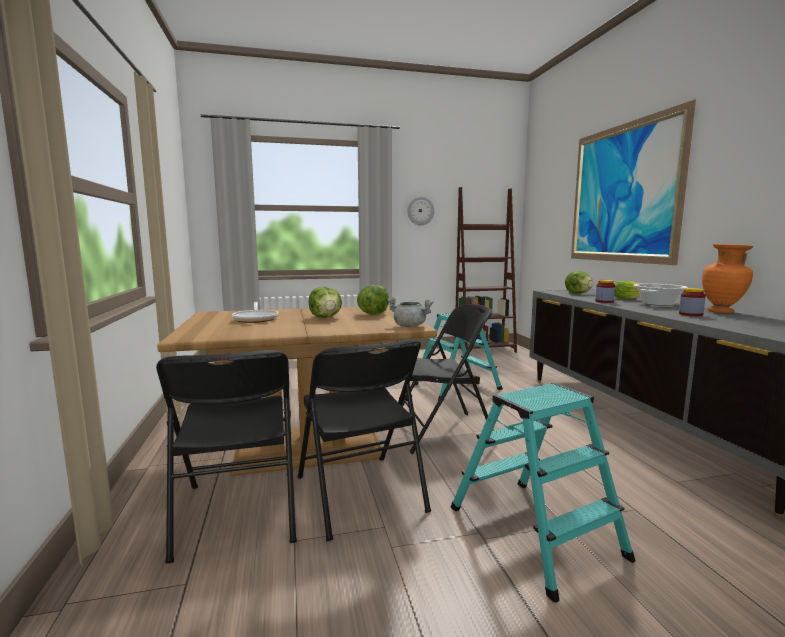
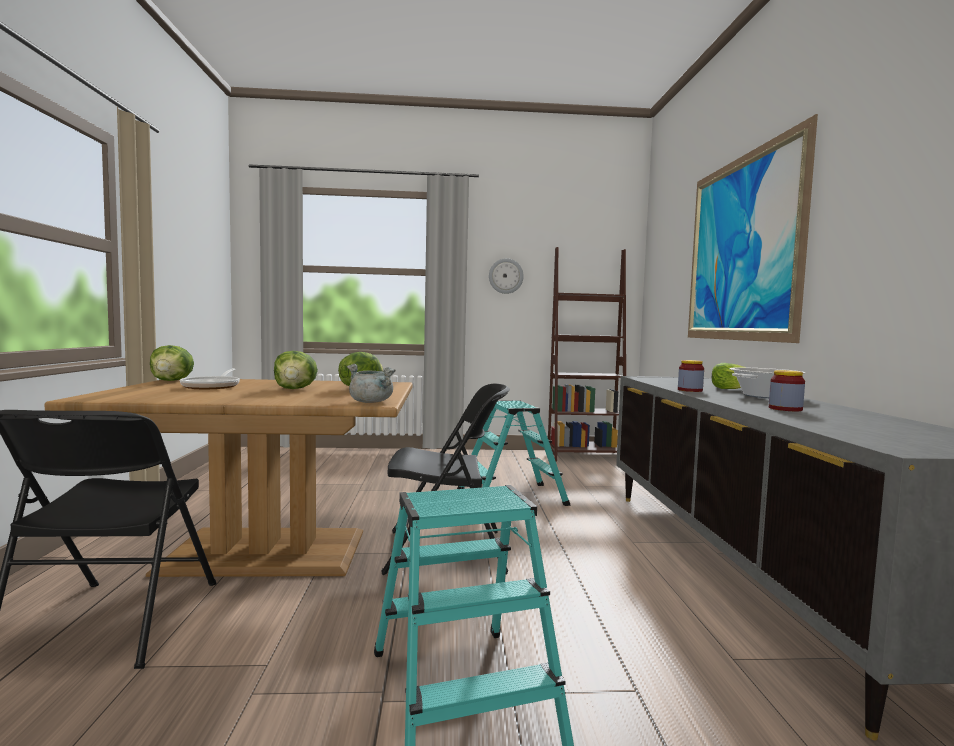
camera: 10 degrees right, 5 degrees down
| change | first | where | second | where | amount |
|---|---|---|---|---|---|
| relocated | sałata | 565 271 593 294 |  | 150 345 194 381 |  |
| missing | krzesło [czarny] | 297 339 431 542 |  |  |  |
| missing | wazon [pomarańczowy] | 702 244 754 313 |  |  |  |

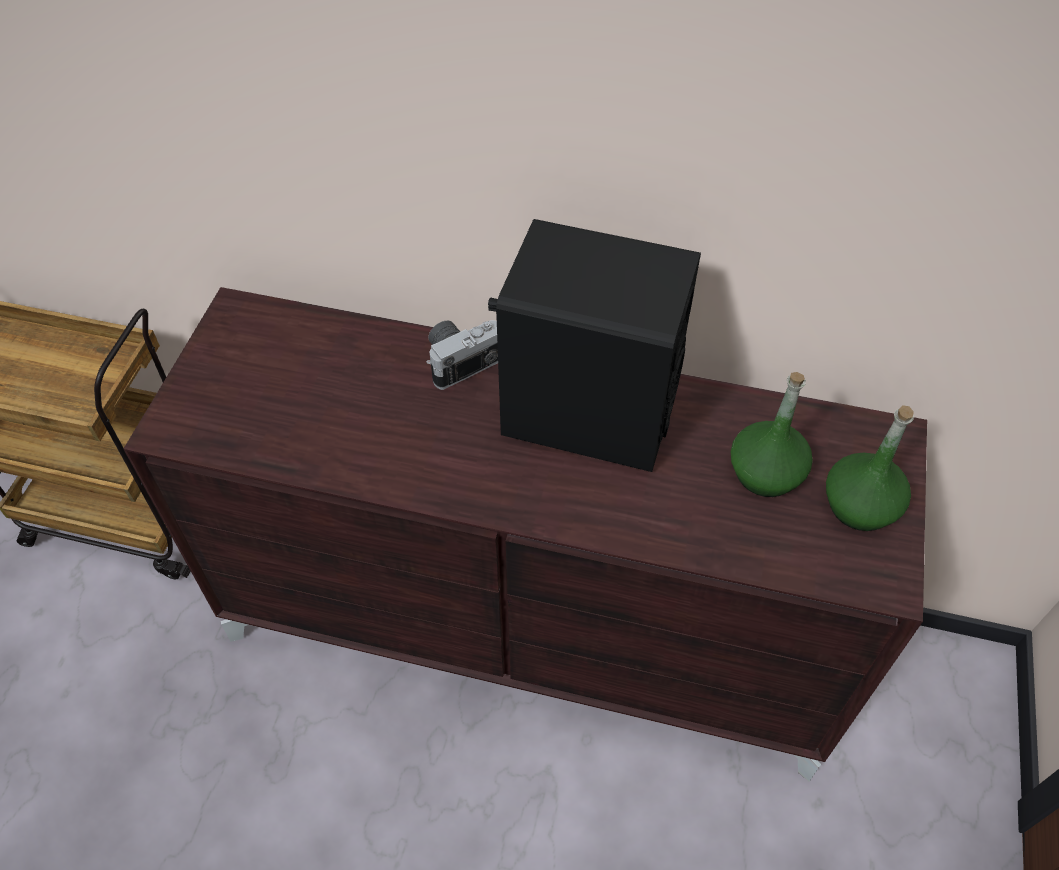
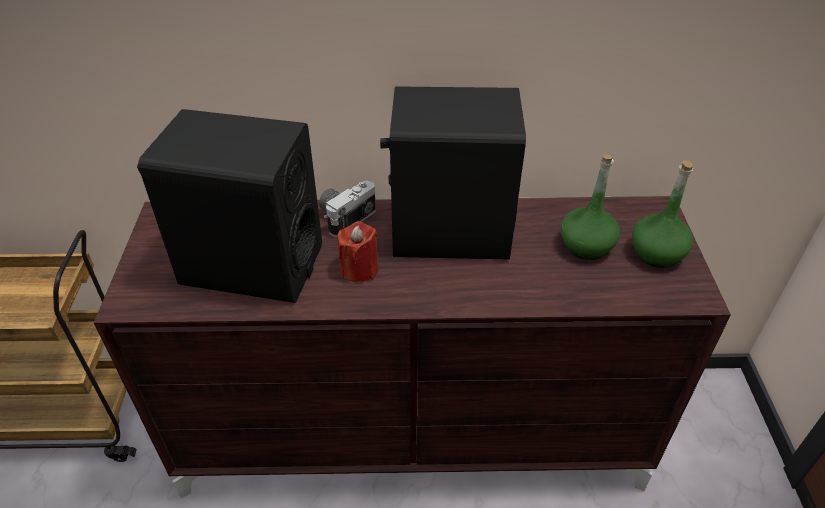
camera: 15 degrees left, 10 degrees down
| change | first | where | second | where | amount |
|---|---|---|---|---|---|
| appeared |  |  | głośnik [czarny] | 137 109 322 303 |  |
| appeared |  |  | świeca [czerwony] | 338 221 379 282 |  |

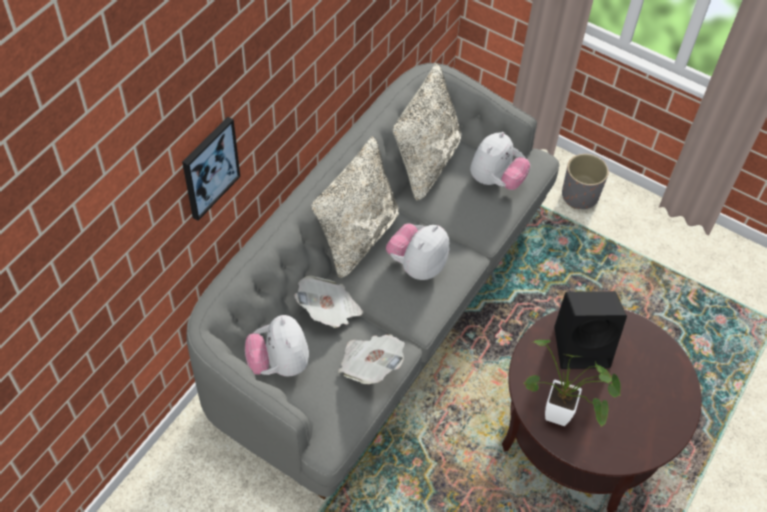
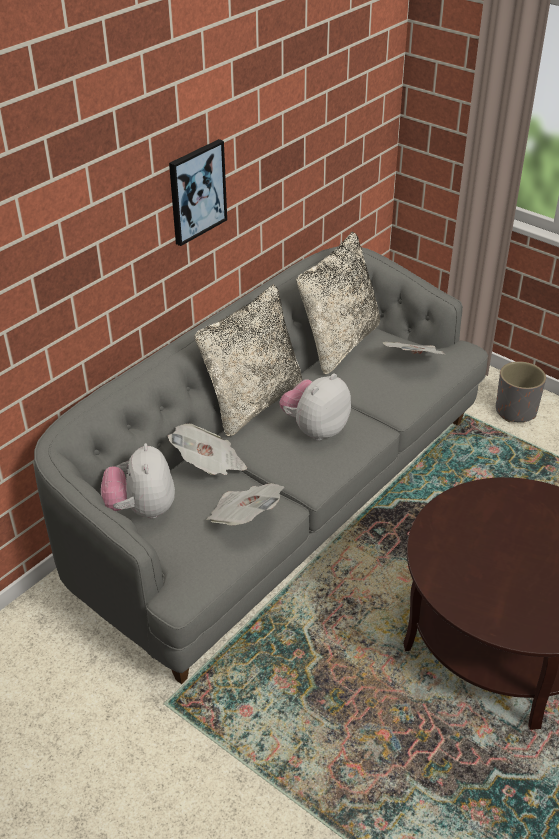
camera: 10 degrees right, 15 degrees down
| change | first | where | second | where | amount |
|---|---|---|---|---|---|
| relocated | obraz | 182 117 240 221 |  | 169 139 227 246 |  |
| exchanged | pluszak | 470 132 530 190 | gazeta | 383 342 444 354 |  |
| missing | roślina doniczkowa | 524 340 621 427 |  |  |  |
| missing | głośnik [czarny] | 554 291 627 369 |  |  |  |

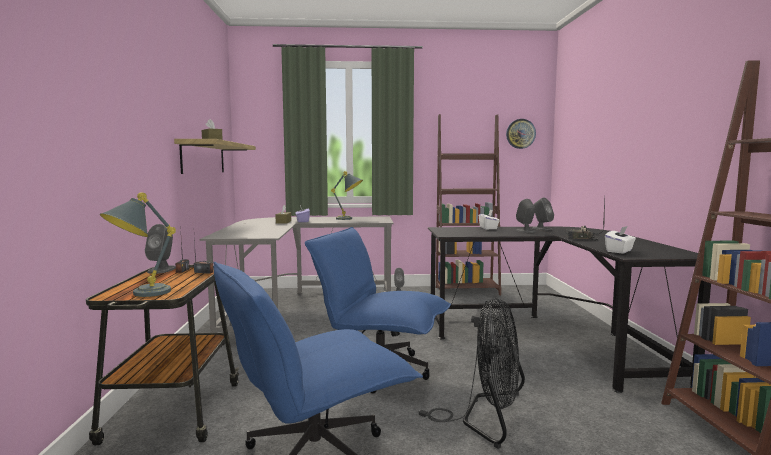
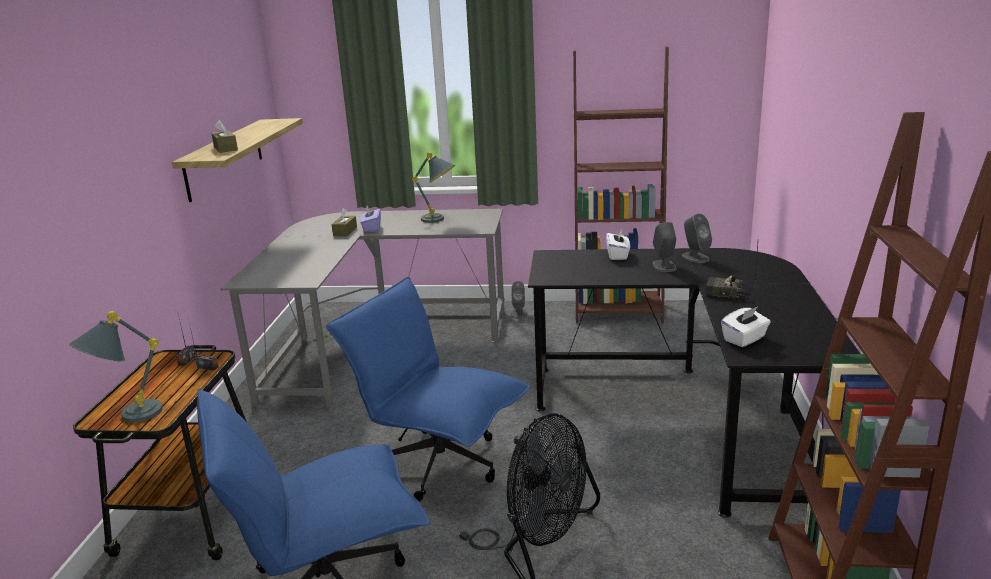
camera: 10 degrees right, 15 degrees up
| change | first | where | second | where | amount |
|---|---|---|---|---|---|
| missing | głośnik [szary] | 145 224 176 274 |  |  |  |
| missing | zegar ścienny | 506 119 536 149 |  |  |  |

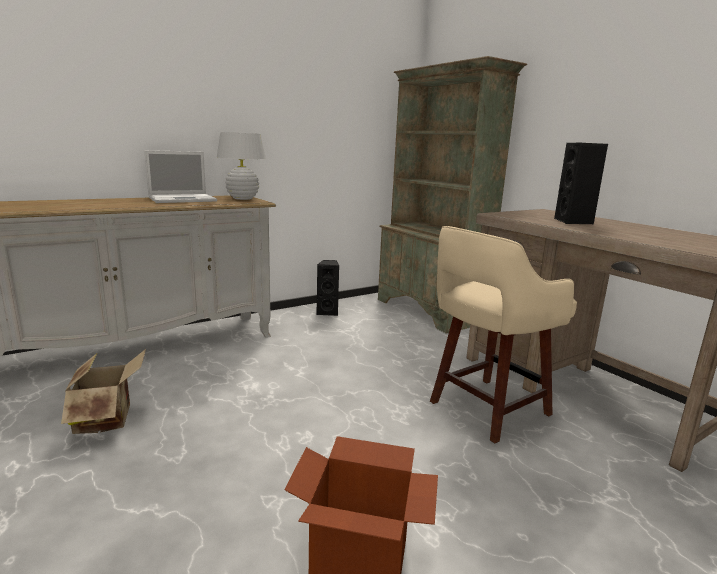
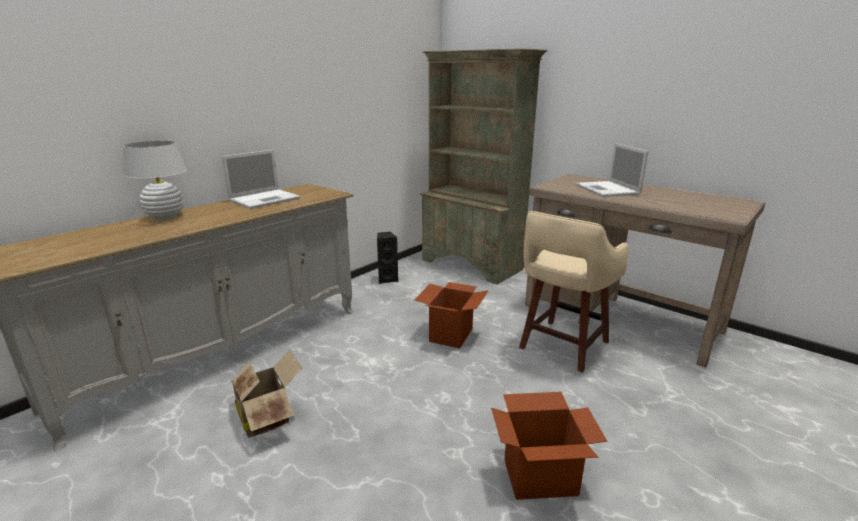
camera: 15 degrees left, 5 degrees up
| change | first | where | second | where | amount |
|---|---|---|---|---|---|
| relocated | lampa stołowa [biały] | 217 132 266 200 |  | 123 141 187 220 |  |
| appeared |  |  | karton | 414 282 488 348 |  |
| exchanged | głośnik [czarny] | 554 143 608 224 | laptop | 576 143 649 197 |  |

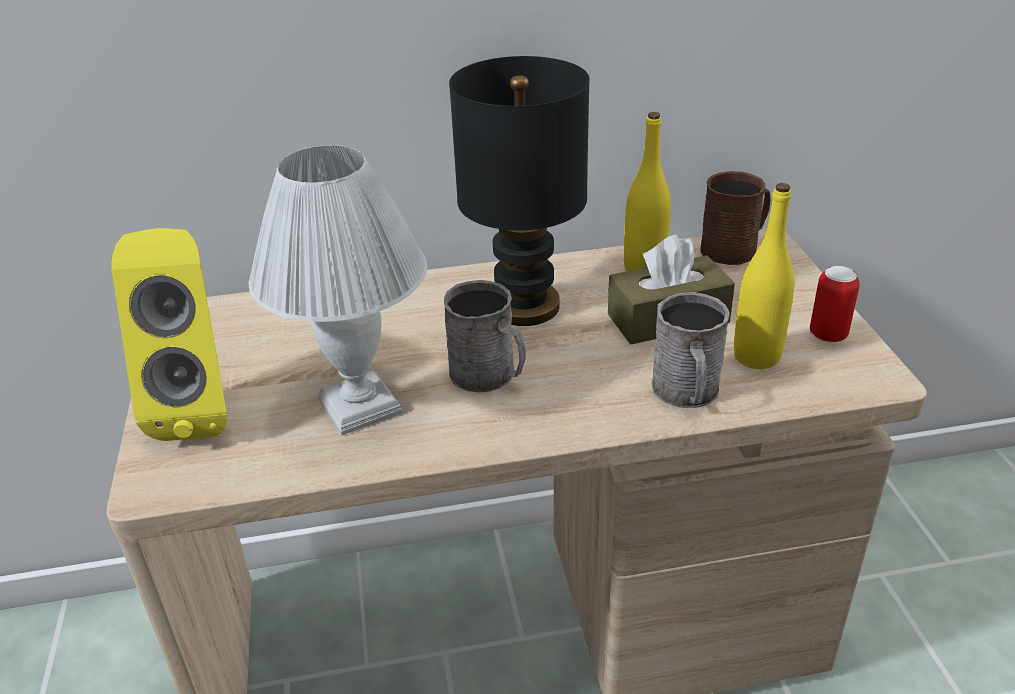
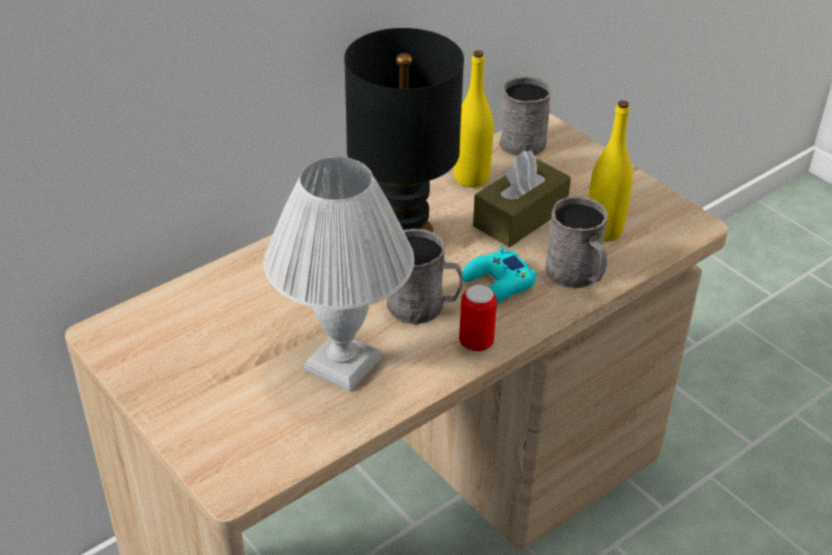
camera: 30 degrees left, 5 degrees up
| change | first | where | second | where | amount |
|---|---|---|---|---|---|
| relocated | puszka | 810 266 860 342 |  | 459 285 497 352 |  |
| appeared |  |  | pad do gier [turkusowy] | 462 247 536 303 |  |
| colour | kubek [brązowy] | 700 171 770 265 | kubek [szary] | 499 76 552 157 |  |
| missing | głośnik [żółty] | 112 228 227 441 |  |  |  |

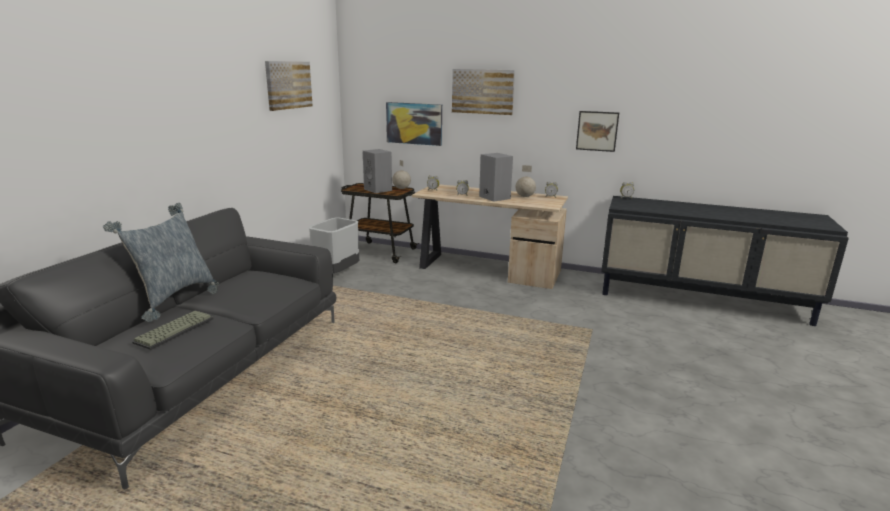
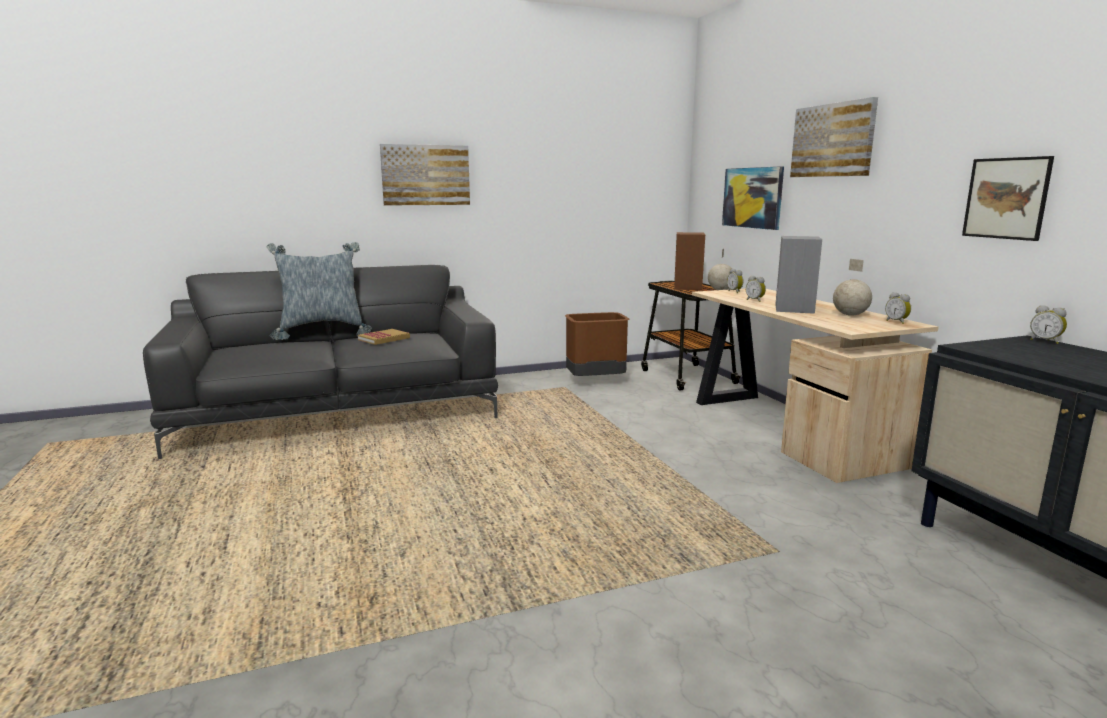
camera: 50 degrees right, 5 degrees down
| change | first | where | second | where | amount |
|---|---|---|---|---|---|
| appeared |  |  | książka | 358 329 410 345 |  |
| relocated | obraz | 265 61 313 111 |  | 380 144 470 206 |  |
| colour | kosz na śmieci [szary] | 308 217 359 273 | kosz na śmieci [brązowy] | 565 312 629 376 |  |
| colour | głośnik [szary] | 363 149 392 193 | głośnik [brązowy] | 674 232 705 290 |  |
| missing | klawiatura | 132 310 214 350 |  |  |  |

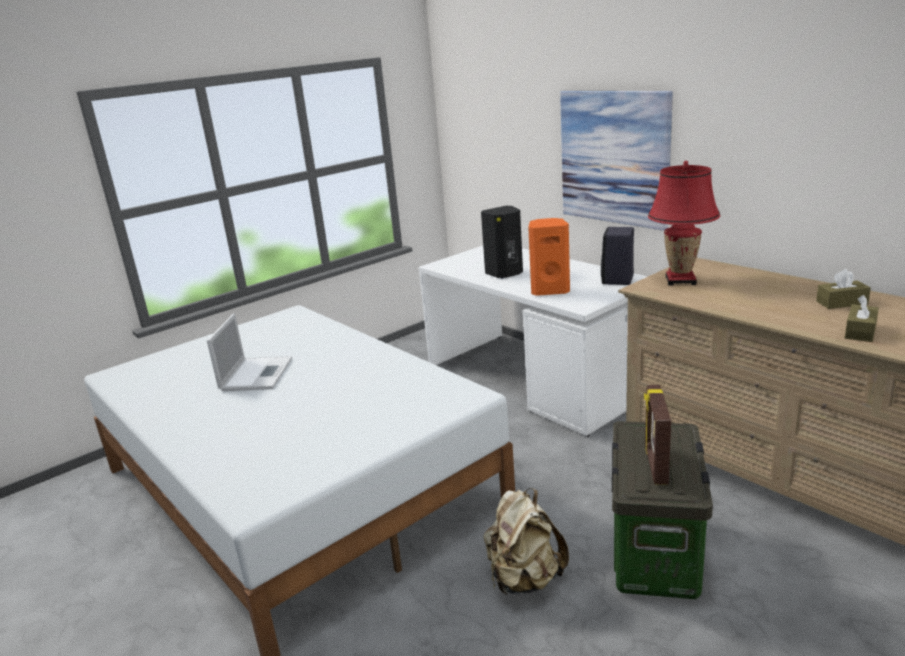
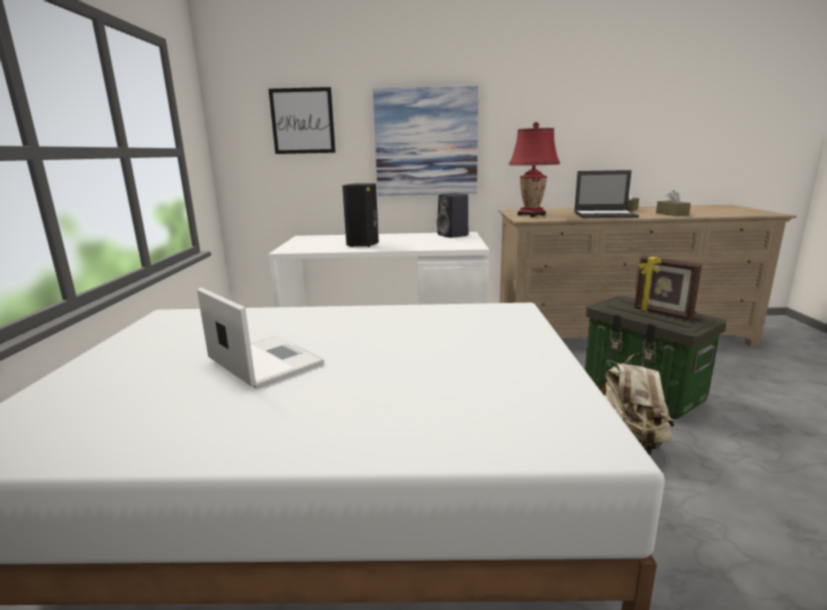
camera: 50 degrees left, 5 degrees down
| change | first | where | second | where | amount |
|---|---|---|---|---|---|
| appeared |  |  | obraz | 269 87 336 154 |  |
| appeared |  |  | laptop | 574 170 639 218 |  |
| missing | głośnik [pomarańczowy] | 528 218 570 296 |  |  |  |

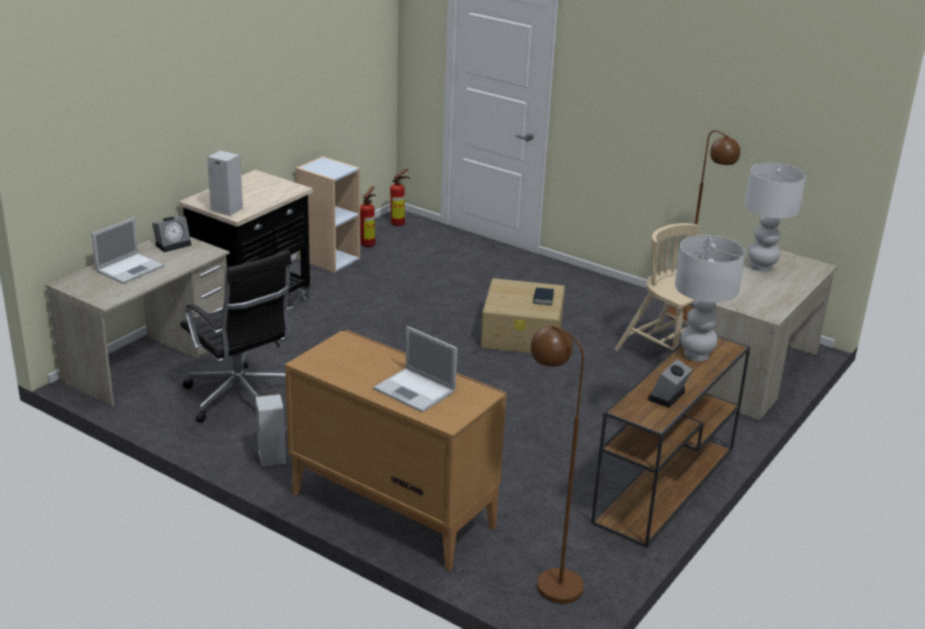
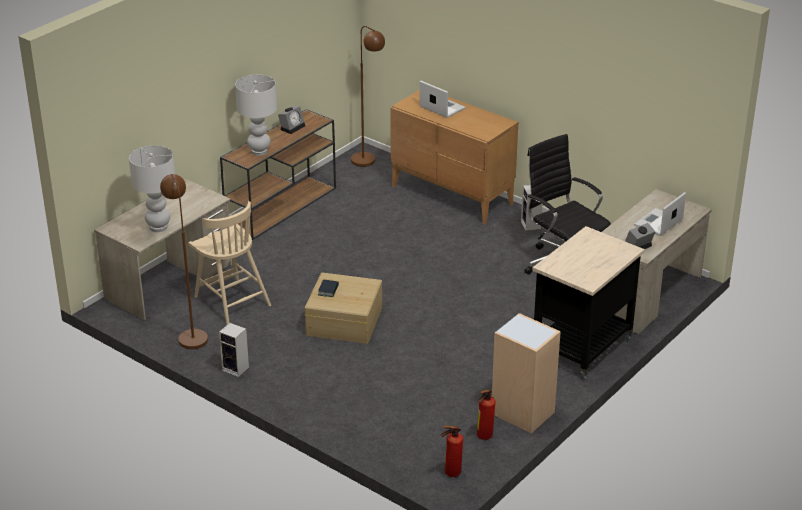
camera: 175 degrees left, 5 degrees up
| change | first | where | second | where | amount |
|---|---|---|---|---|---|
| relocated | głośnik | 207 150 243 216 |  | 219 323 249 377 |  |

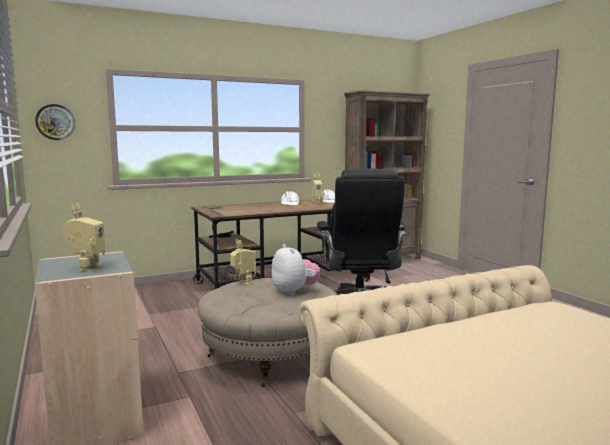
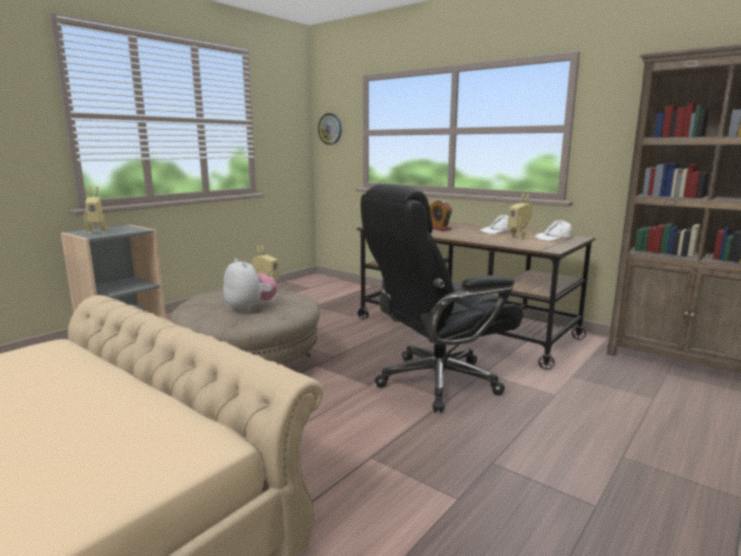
camera: 65 degrees right, 5 degrees up
| change | first | where | second | where | amount |
|---|---|---|---|---|---|
| spun | pluszak | 271 244 320 296 |  | 223 258 277 313 | 75 degrees counterclockwise |
| appeared |  |  | budzik | 430 200 452 231 |  |

